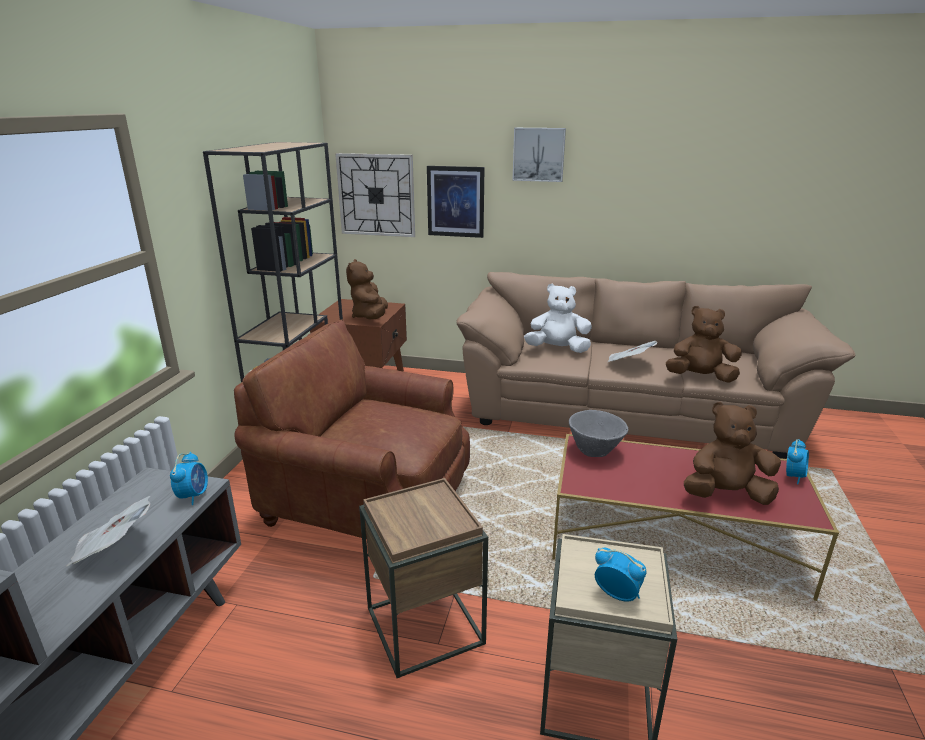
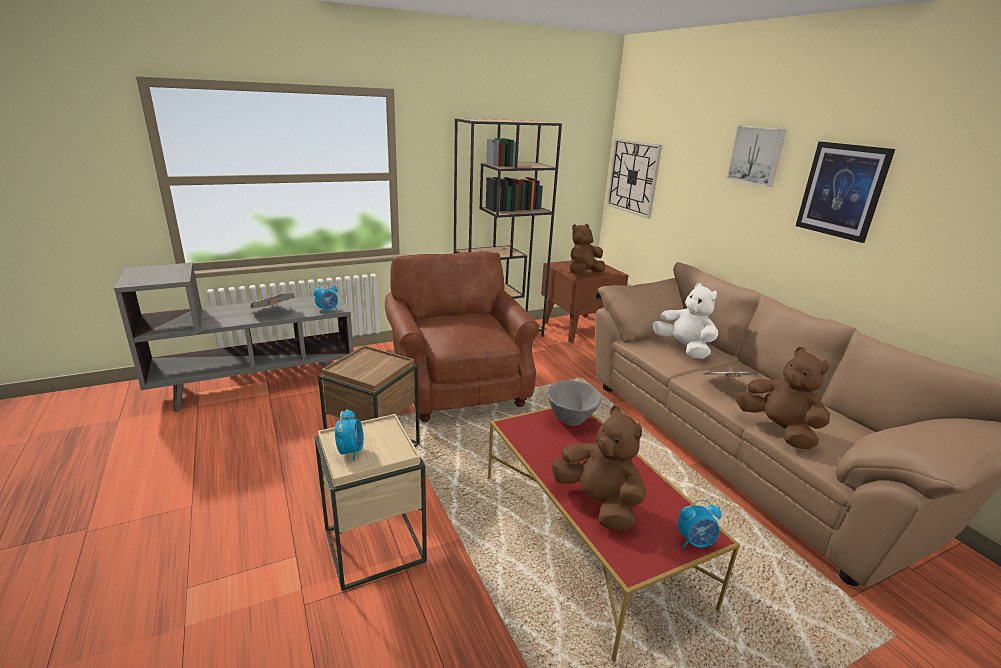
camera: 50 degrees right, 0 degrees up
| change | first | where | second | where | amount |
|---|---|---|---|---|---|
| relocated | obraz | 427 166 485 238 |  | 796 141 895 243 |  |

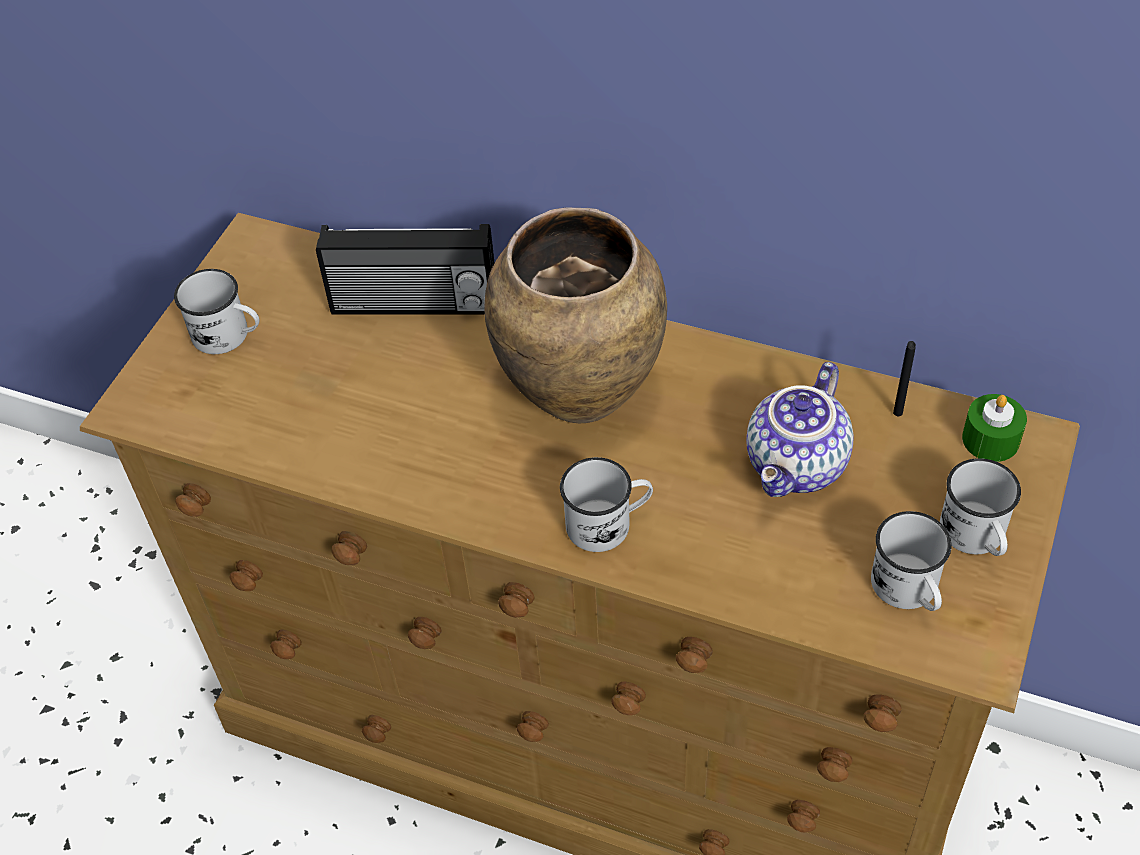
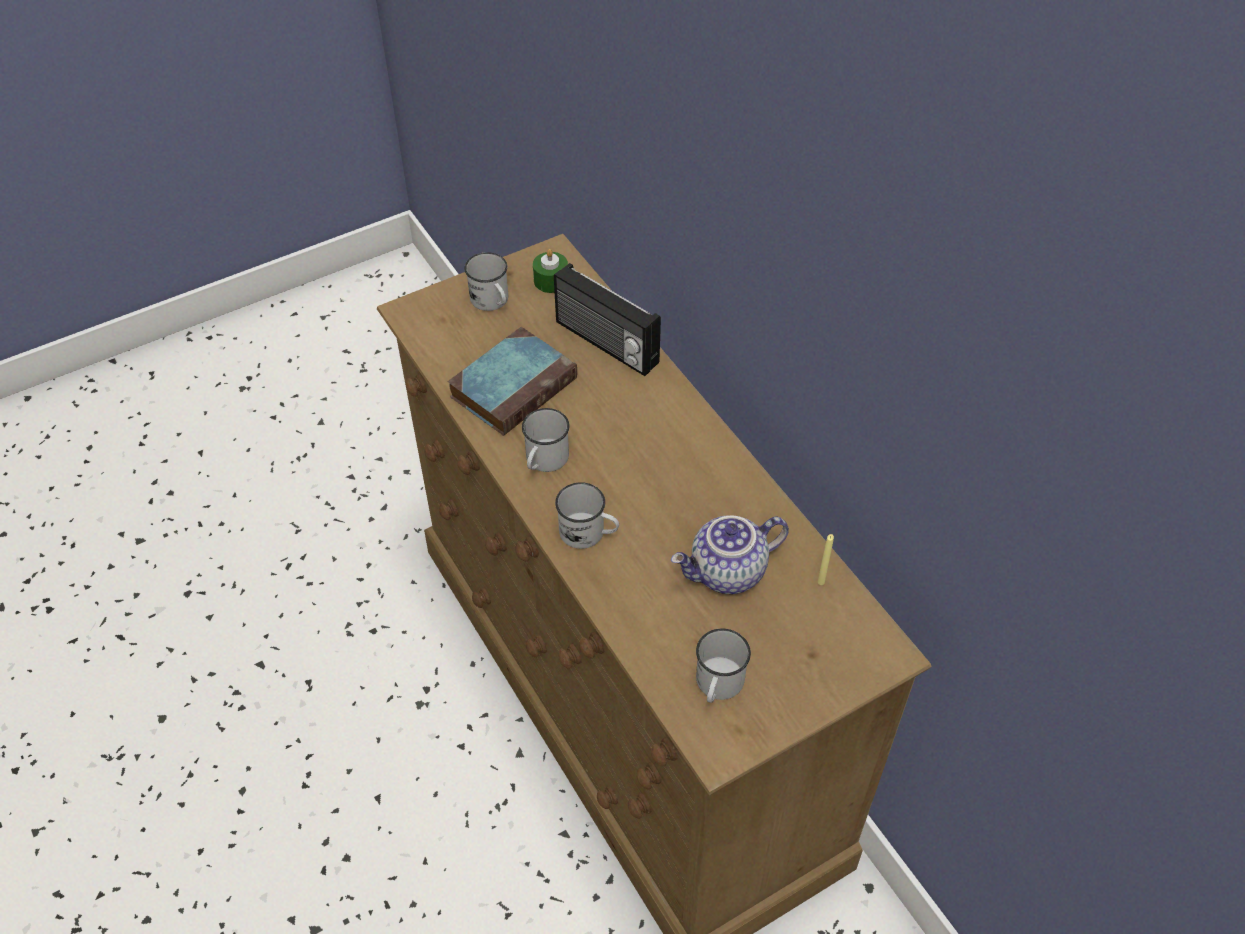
camera: 35 degrees right, 0 degrees up
| change | first | where | second | where | amount |
|---|---|---|---|---|---|
| appeared |  |  | książka | 448 327 577 436 |  |
| relocated | kubek [biały] | 940 458 1021 556 |  | 522 408 570 472 |  |
| relocated | świeca [zielony] | 962 394 1027 462 |  | 533 249 568 293 |  |
| colour | świeca [czarny] | 893 341 916 416 | świeca [żółty] | 818 534 834 585 |  |
| missing | wazon [brązowy] | 484 207 667 423 |  |  |  |

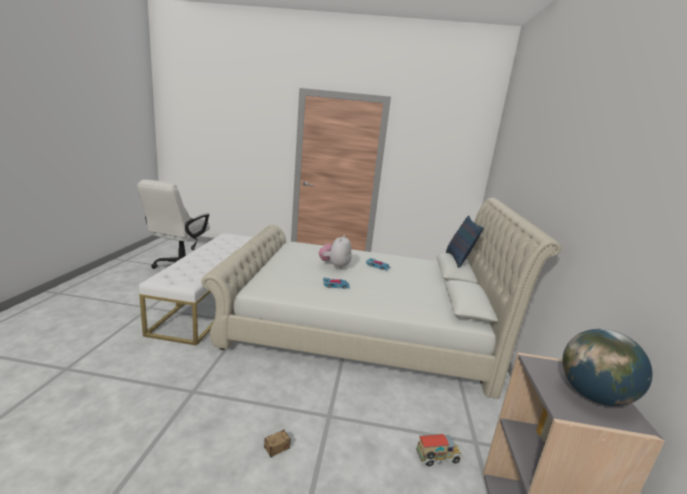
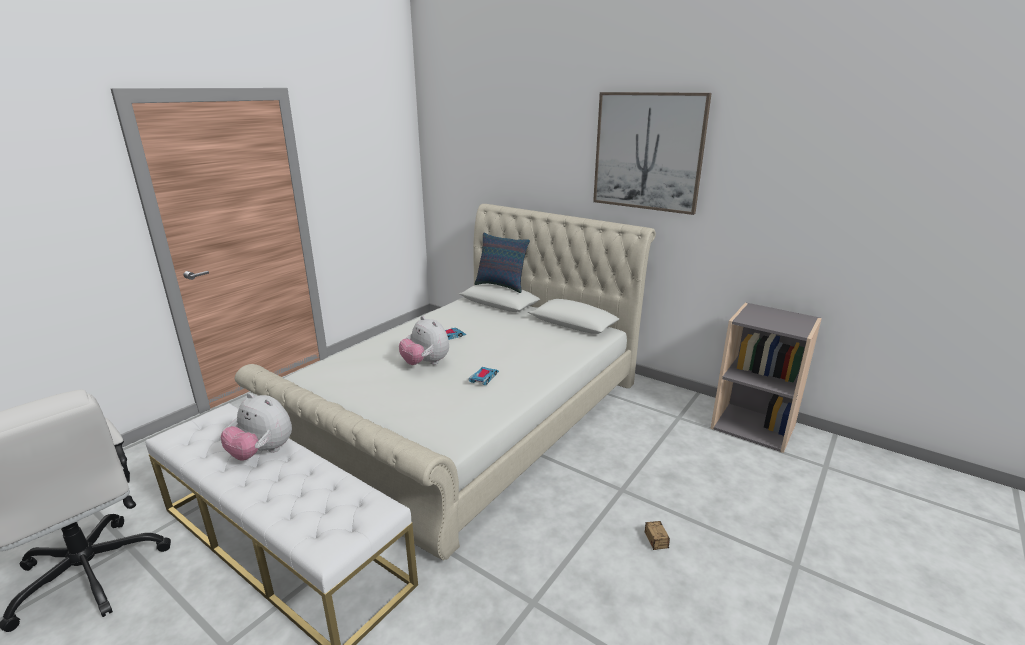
camera: 60 degrees left, 5 degrees up
| change | first | where | second | where | amount |
|---|---|---|---|---|---|
| appeared |  |  | pluszak | 221 393 292 460 |  |
| appeared |  |  | obraz | 593 92 712 215 |  |
| missing | ciężarówka zabawkowa | 416 434 463 466 |  |  |  |
| missing | globus | 562 329 652 406 |  |  |  |

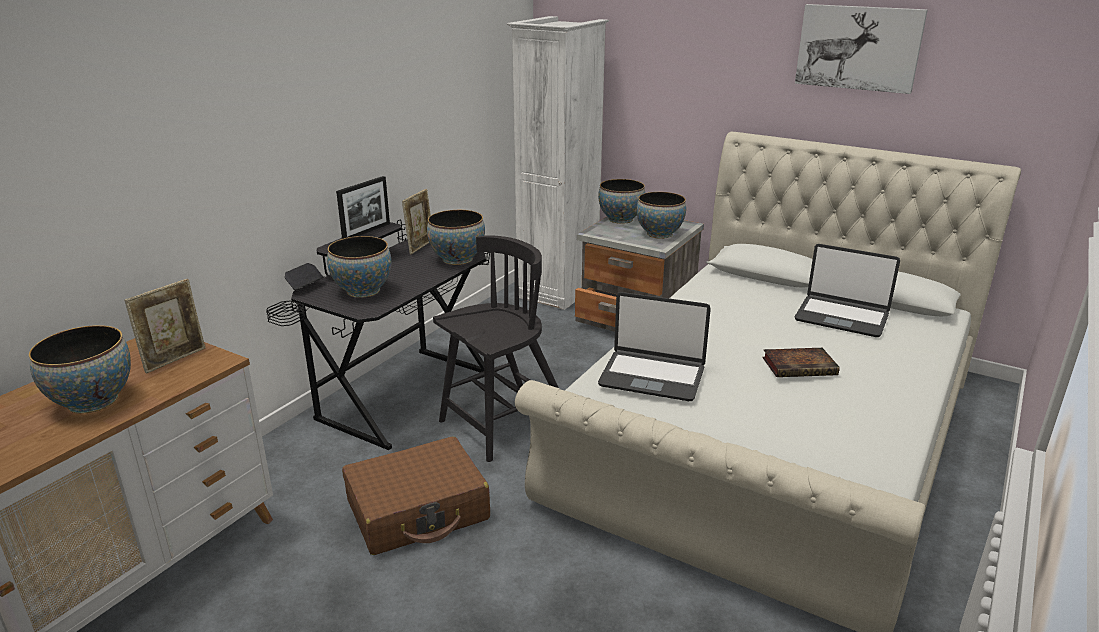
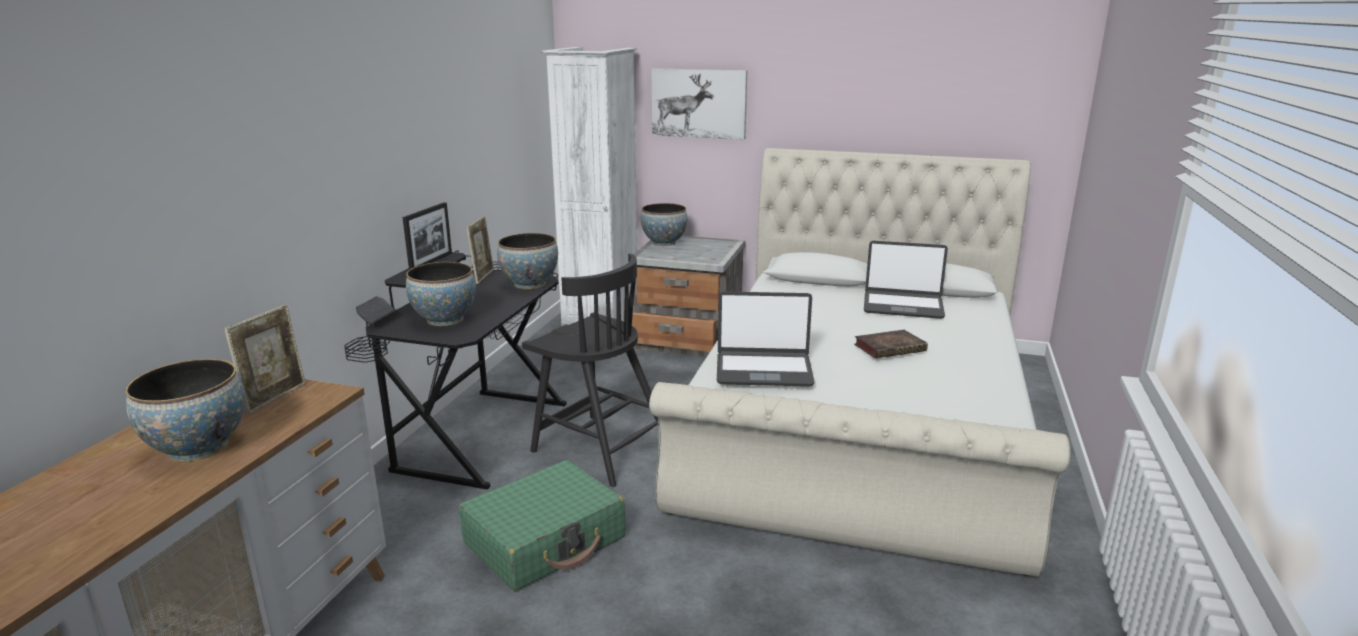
camera: 15 degrees left, 5 degrees down
| change | first | where | second | where | amount |
|---|---|---|---|---|---|
| colour | walizka [brązowy] | 342 437 490 555 | walizka [zielony] | 459 460 626 591 |  |
| spun | krzesło [czarny] | 433 235 559 462 |  | 522 253 659 487 | 90 degrees clockwise |
| relocated | obraz | 795 4 928 94 |  | 651 68 747 139 |  |
| missing | miska | 636 192 686 239 |  |  |  |

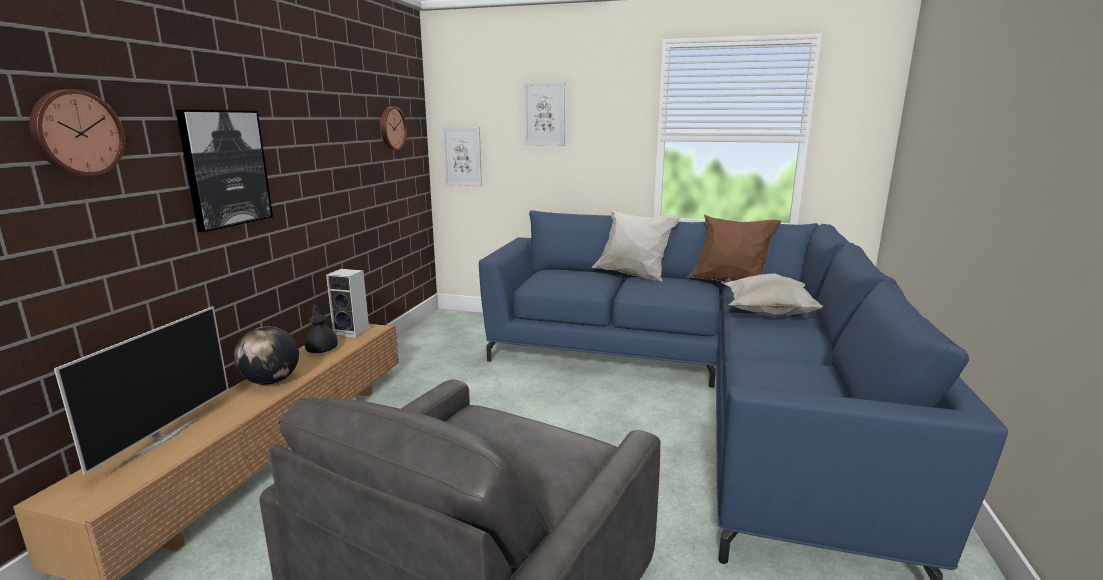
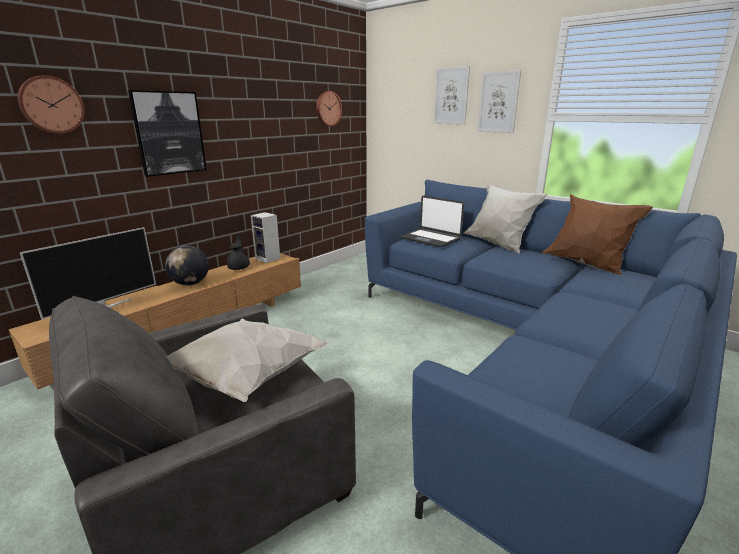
camera: 25 degrees right, 5 degrees up
| change | first | where | second | where | amount |
|---|---|---|---|---|---|
| relocated | poduszka [biały] | 723 273 823 317 |  | 167 318 331 402 |  |
| appeared |  |  | laptop | 400 196 464 248 |  |
| relocated | obraz | 442 127 482 186 |  | 477 70 521 133 |  |

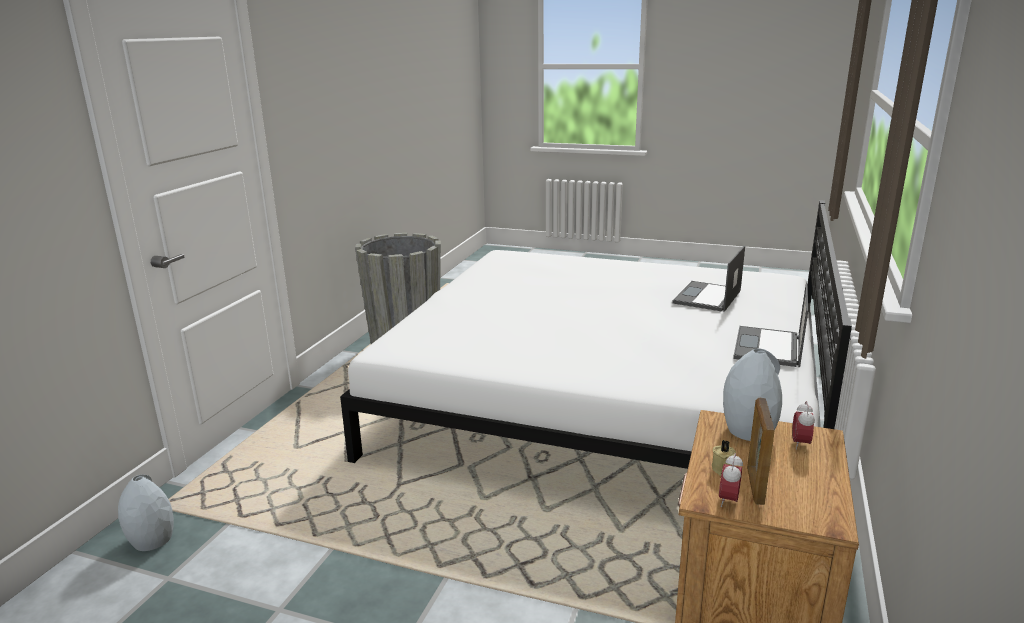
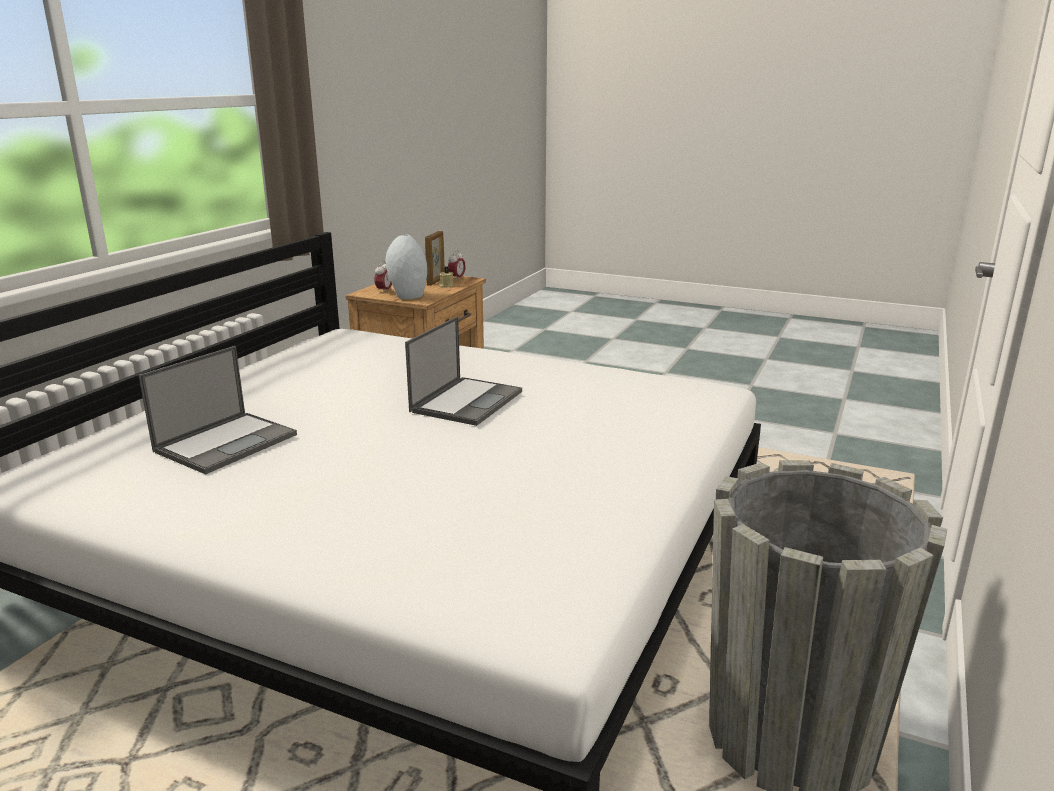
camera: 175 degrees left, 0 degrees up
| change | first | where | second | where | amount |
|---|---|---|---|---|---|
| relocated | laptop | 733 284 808 367 |  | 405 316 522 426 |  |
| missing | wazon [szary] | 118 474 174 551 |  |  |  |

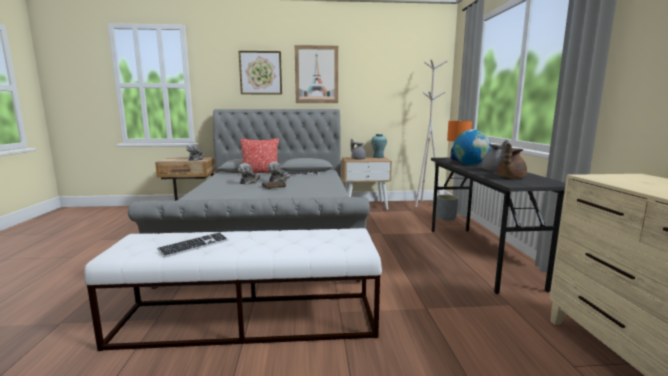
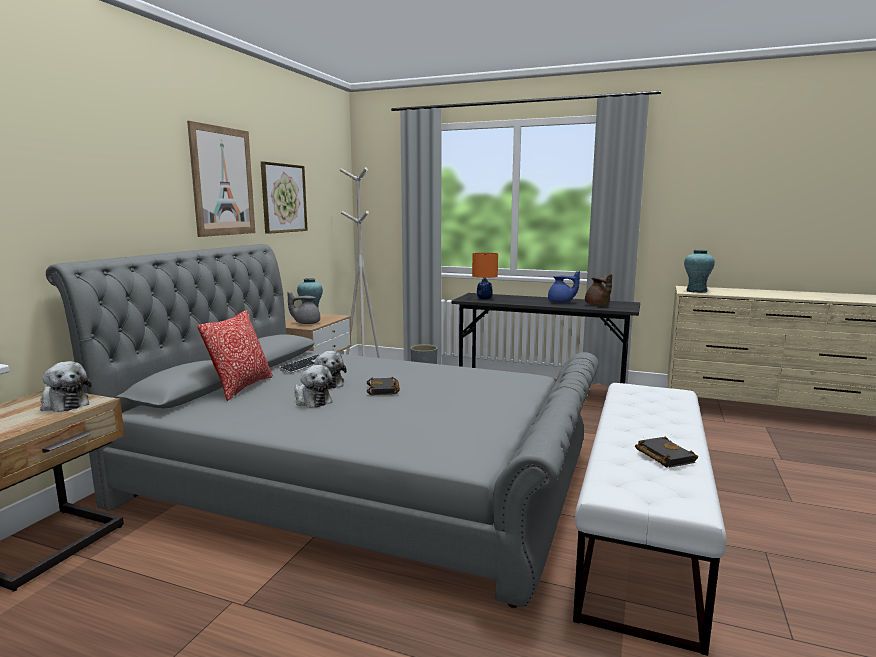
camera: 65 degrees left, 0 degrees up
| change | first | where | second | where | amount |
|---|---|---|---|---|---|
| relocated | obraz | 238 51 282 94 |  | 261 162 308 234 |  |
| colour | imbryk [szary] | 481 140 508 171 | imbryk [niebieski] | 548 271 580 303 |  |
| exchanged | klawiatura | 157 232 228 258 | książka [czarny] | 635 437 698 467 |  |
| appeared |  |  | wazon [turkusowy] | 684 250 715 293 |  |
| missing | globus | 453 130 491 165 |  |  |  |

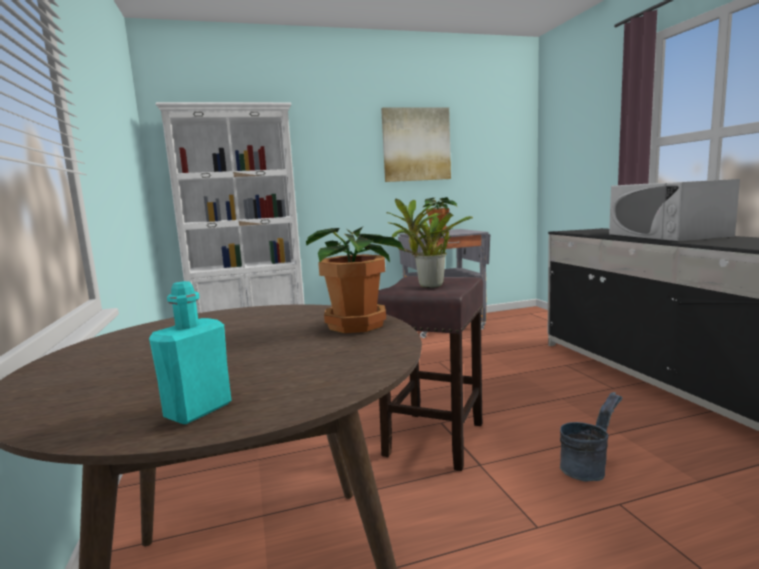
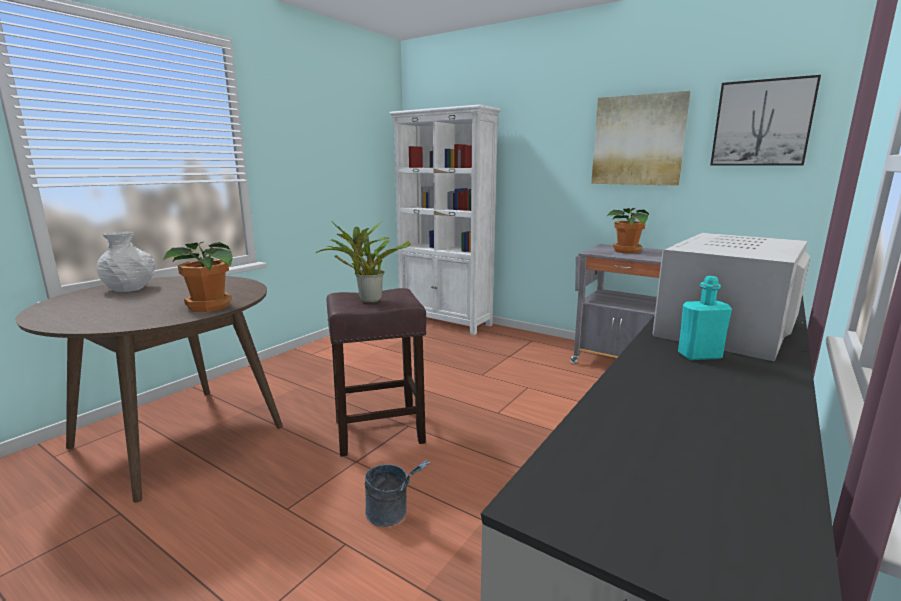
camera: 50 degrees right, 5 degrees up
| change | first | where | second | where | amount |
|---|---|---|---|---|---|
| appeared |  |  | wazon [biały] | 97 231 155 292 |  |
| relocated | butelka [turkusowy] | 149 281 232 424 |  | 678 276 732 360 |  |
| appeared |  |  | obraz | 710 75 821 166 |  |

